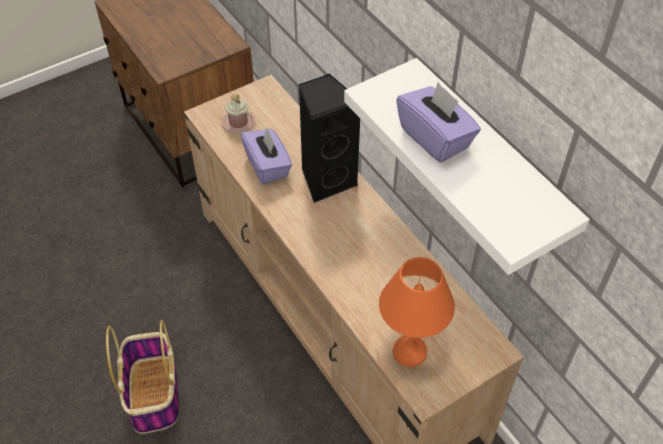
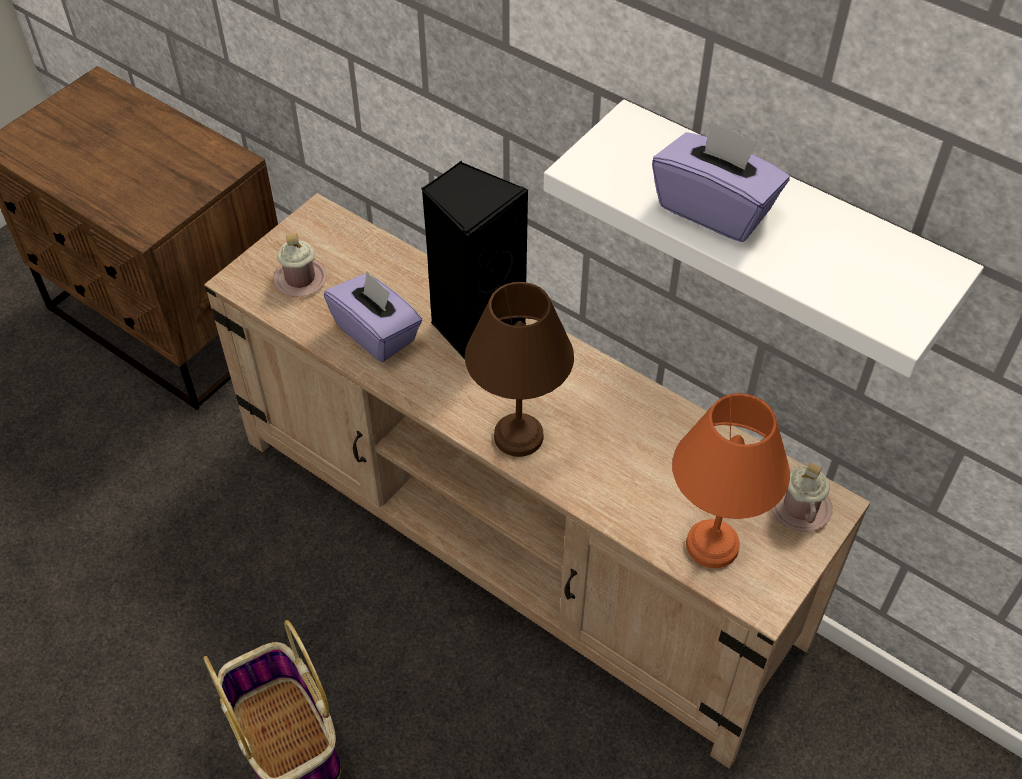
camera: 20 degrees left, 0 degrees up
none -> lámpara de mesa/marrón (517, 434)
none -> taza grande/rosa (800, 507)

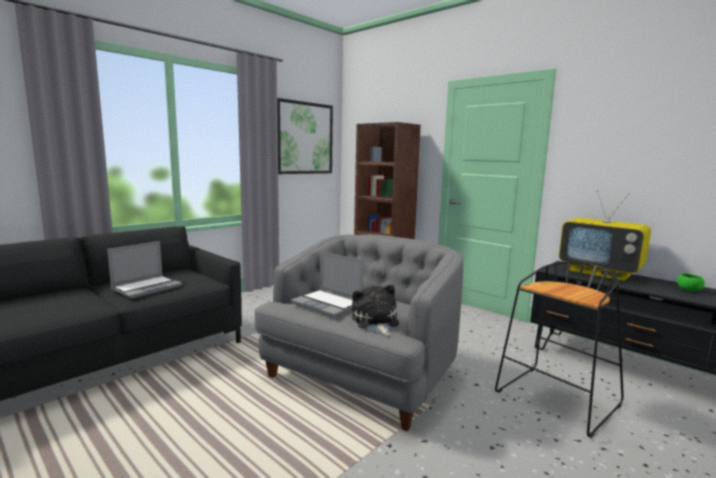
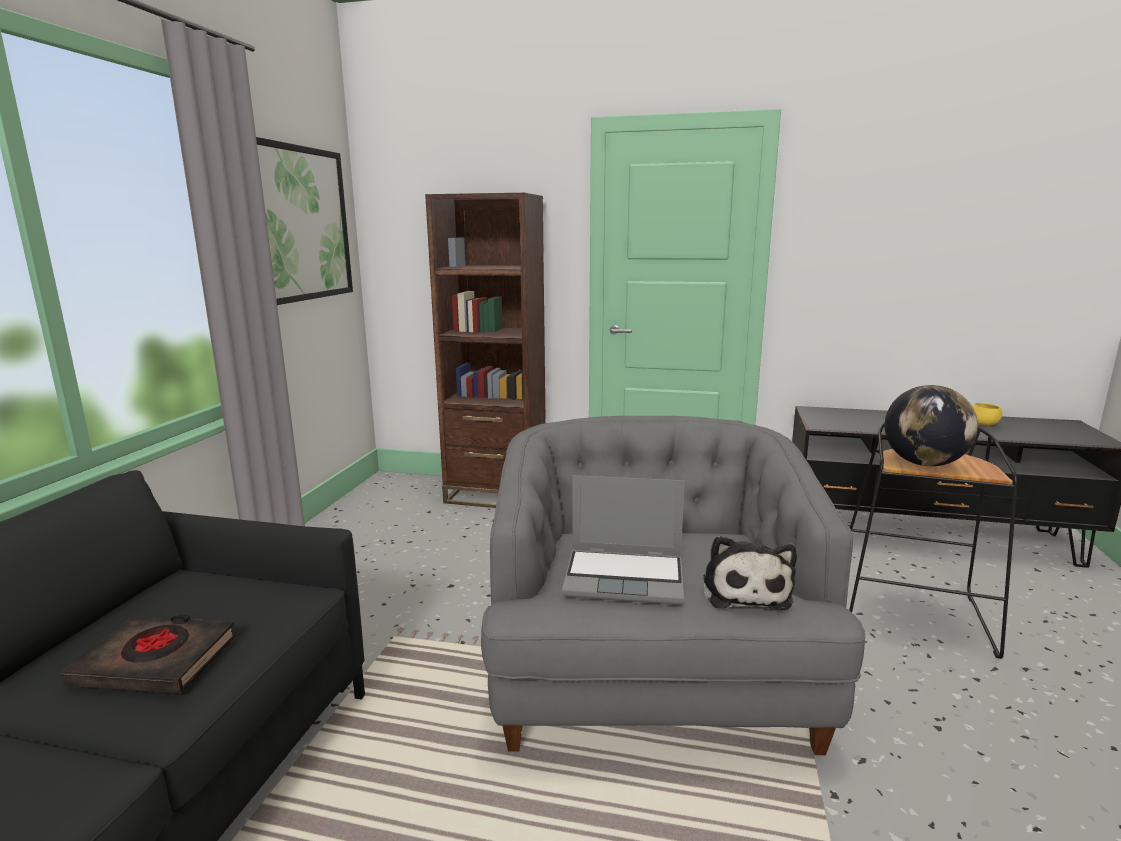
camera: 30 degrees left, 5 degrees up
televisor (600, 273) -> none
portátil (147, 287) -> libro/negro (156, 662)
cuenco/verde (689, 290) -> cuenco/amarillo (983, 424)
peluche (375, 322) -> peluche (745, 590), 135 degrees counterclockwise
none -> globo terráqueo (923, 463)

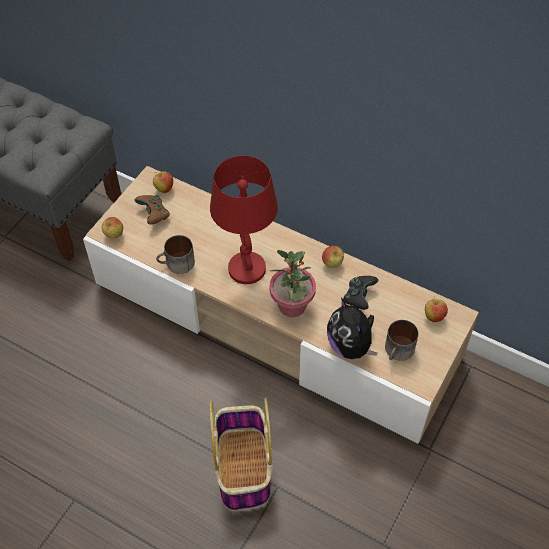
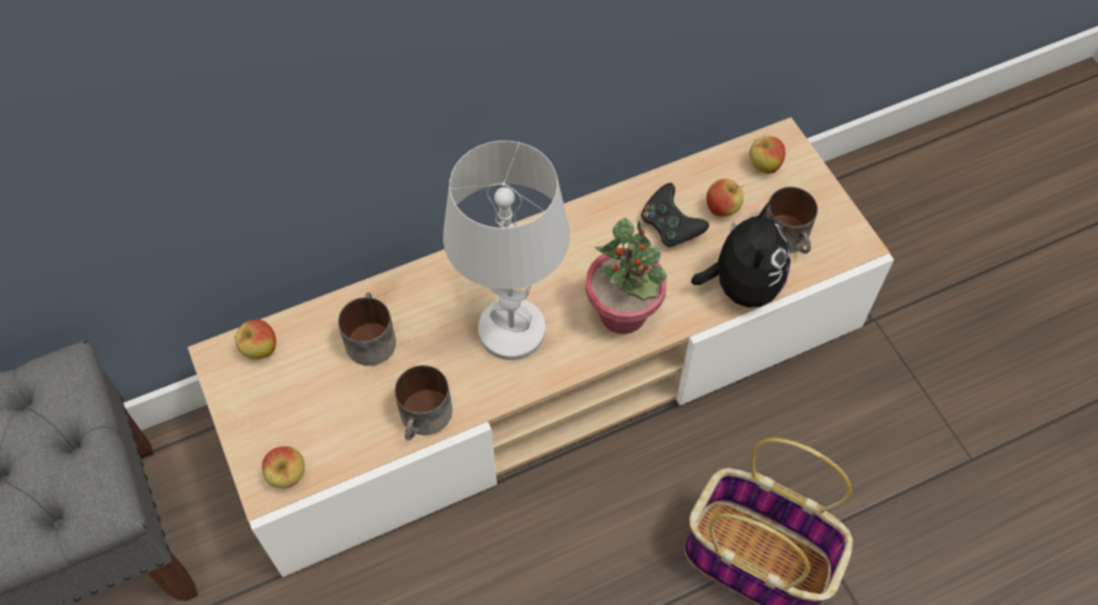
camera: 55 degrees left, 5 degrees up
lámpara de mesa/rojo (247, 269) -> lámpara de mesa/blanco (512, 330)
mando de consola/marrón (154, 215) -> none
manzana (332, 264) -> manzana (722, 209), shifted
peluche (350, 346) -> peluche (741, 286), 90 degrees counterclockwise
none -> taza grande (369, 337)

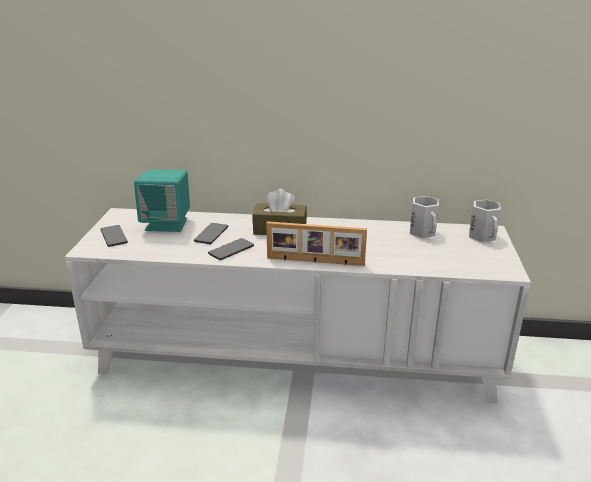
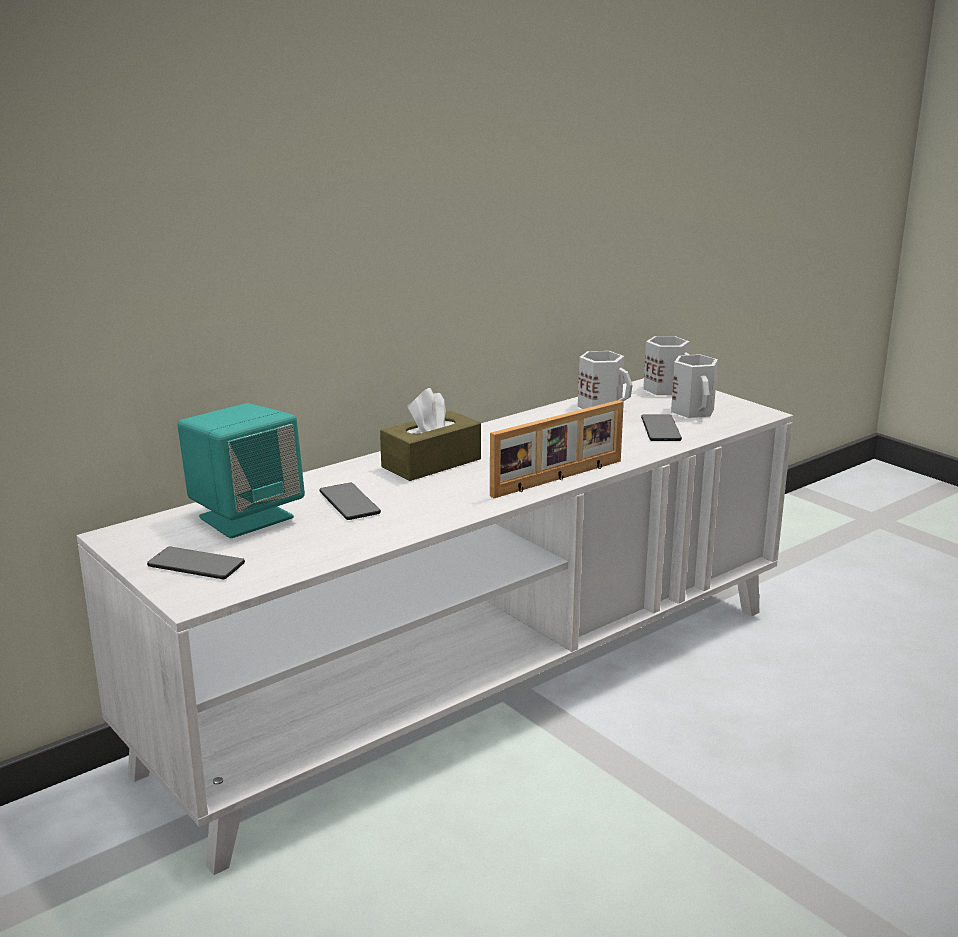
camera: 45 degrees left, 5 degrees down
móvil (231, 250) -> móvil (660, 429), shifted
none -> taza grande/blanco (694, 411)

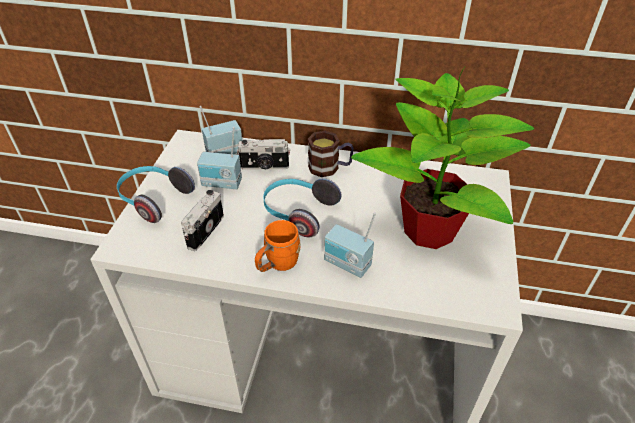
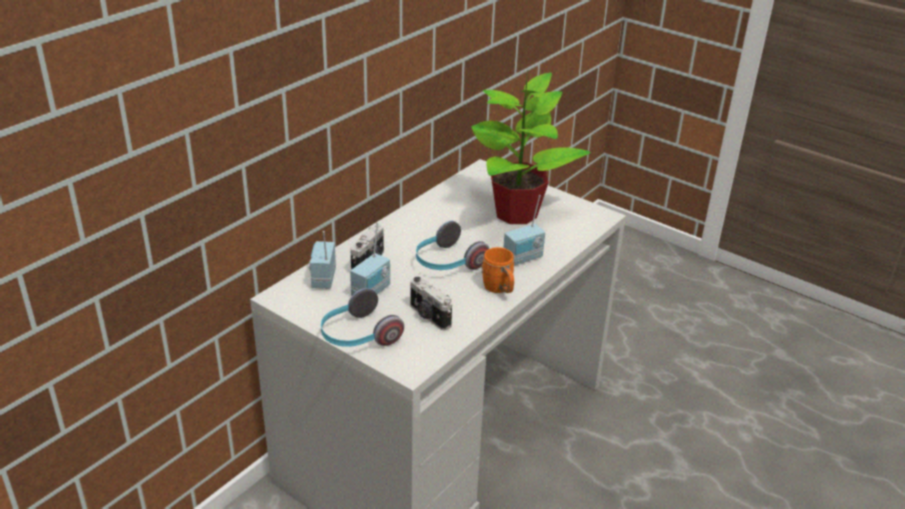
camera: 65 degrees left, 10 degrees down
taza grande (330, 167) -> none

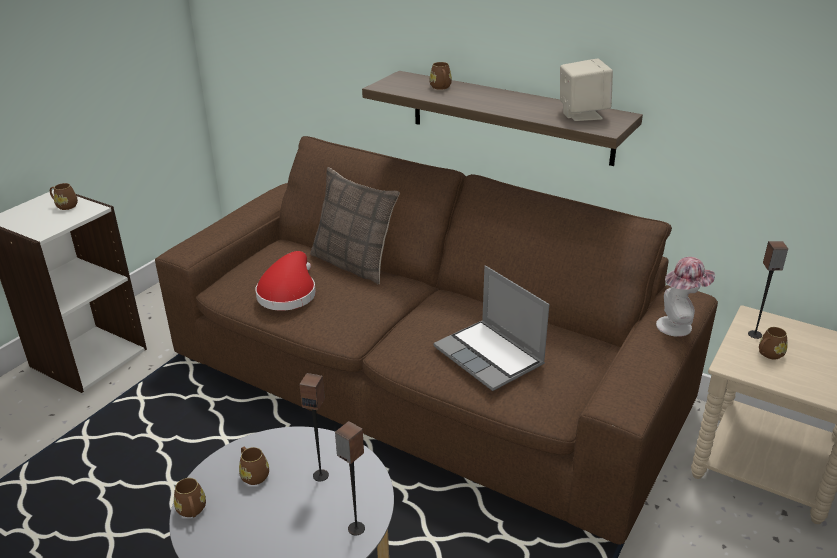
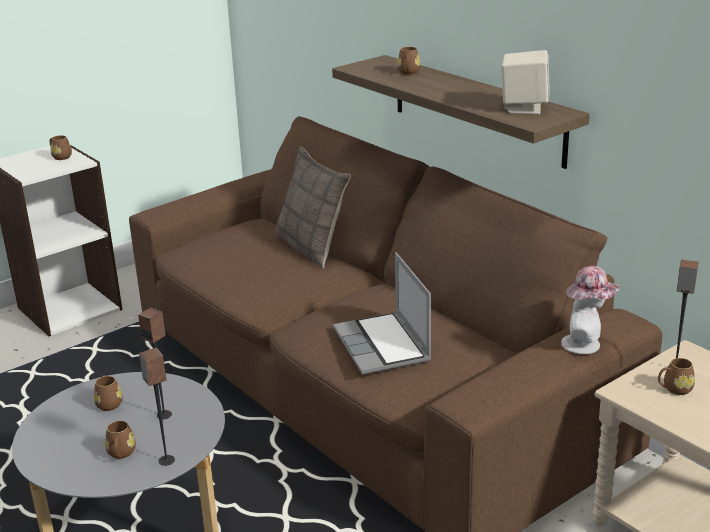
camera: 20 degrees right, 5 degrees down
sombrero/rojo (288, 293) -> none
taza grande/marrón (192, 511) -> taza grande/marrón (121, 454), shifted

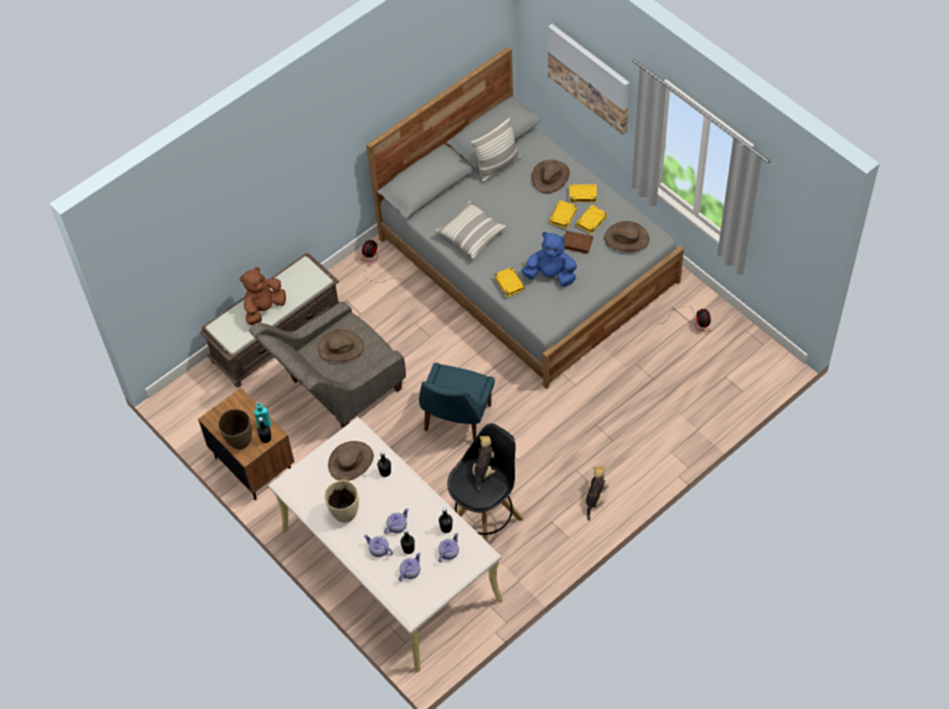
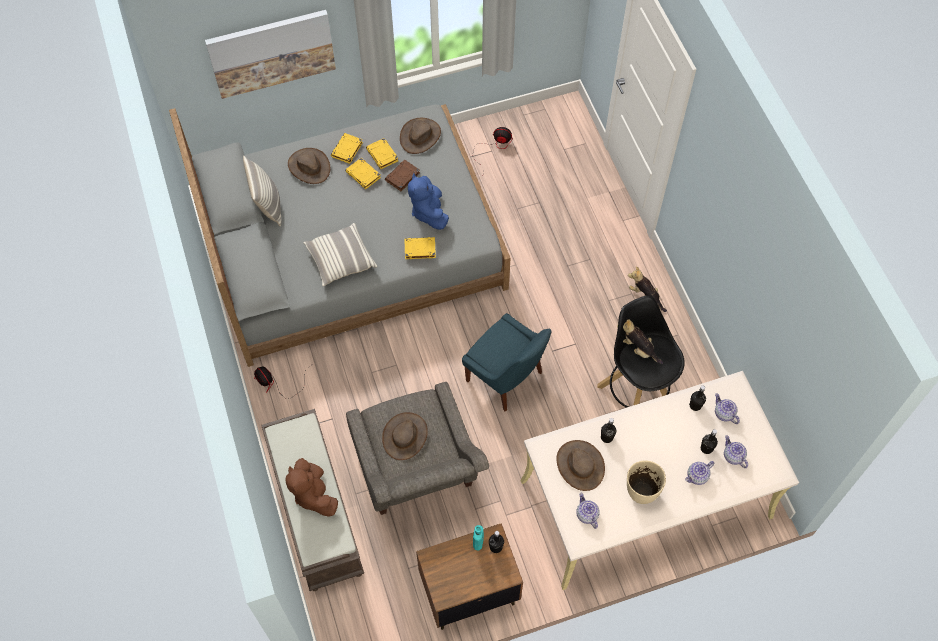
camera: 70 degrees left, 5 degrees up
peluche/azul (550, 275) -> peluche/azul (429, 212), 45 degrees counterclockwise
florero/marrón (239, 441) -> none
tetera (397, 526) -> tetera (586, 514), shifted

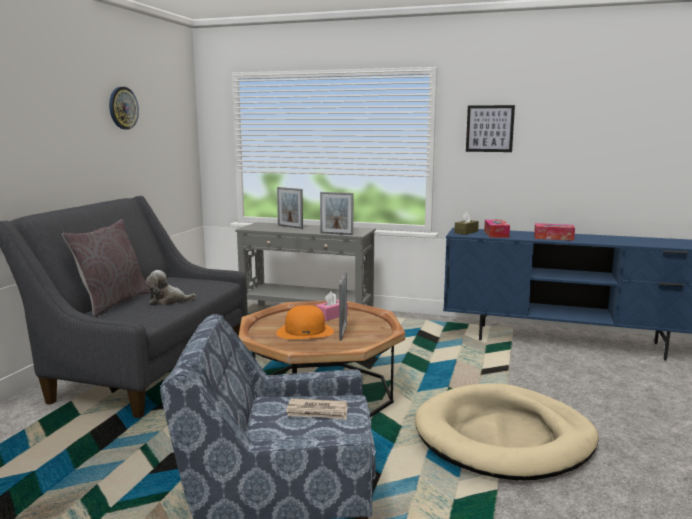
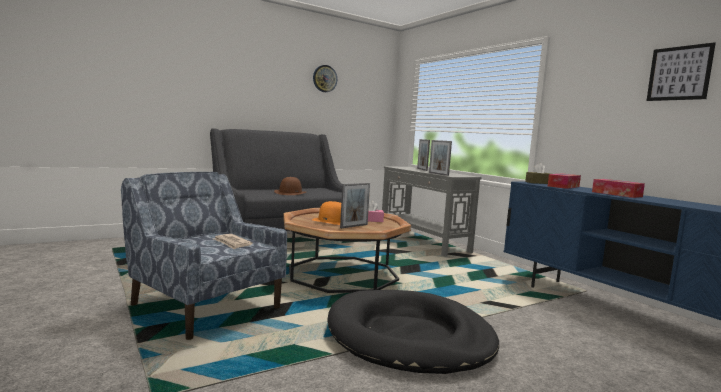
camera: 40 degrees right, 5 degrees down
cuadro (489, 128) -> cuadro (679, 73), shifted
cojín/gris (112, 303) -> none
peluche (168, 301) -> sombrero/marrón (290, 193)
cama para perro/beis (504, 437) -> cama para perro/negro (409, 336)

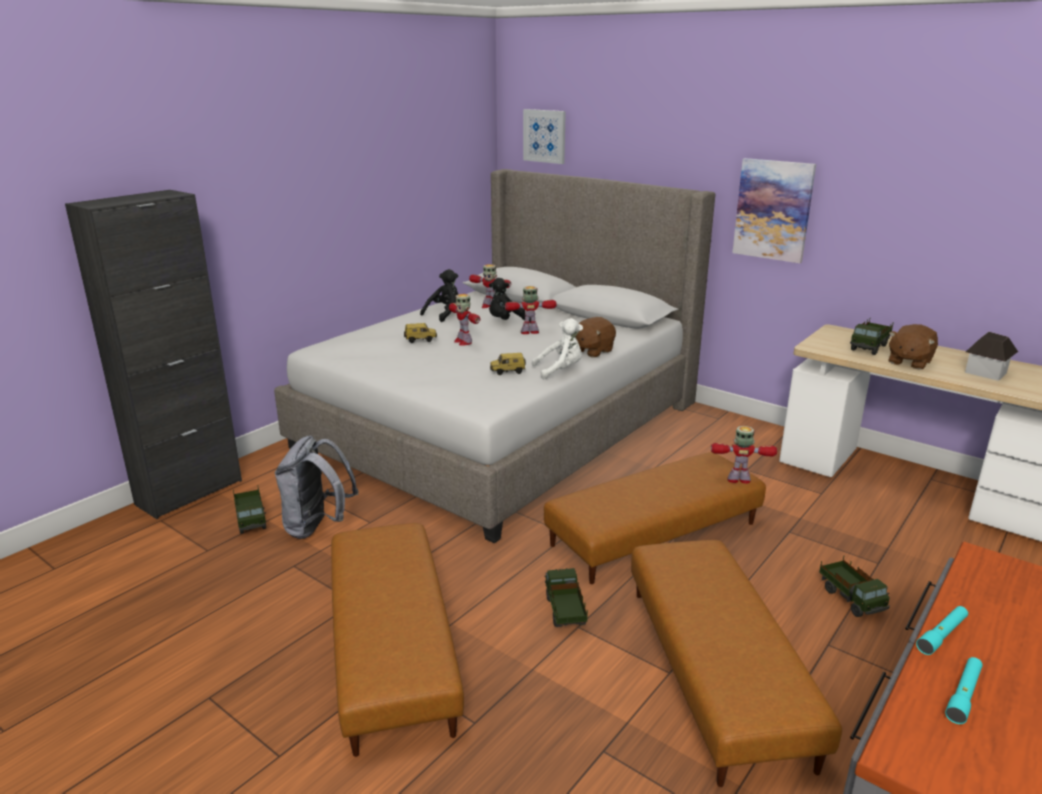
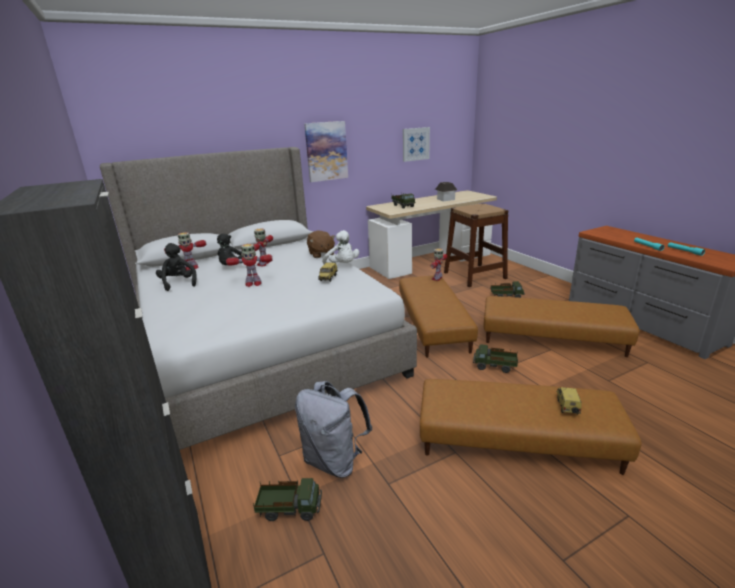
camera: 65 degrees left, 0 degrees up
cuadro (544, 136) -> cuadro (415, 144), shifted
peluche/blanco (560, 370) -> peluche/blanco (342, 265), 135 degrees clockwise
coche de juguete (420, 340) -> coche de juguete (566, 406), shifted
peluche/marrón (909, 362) -> none
none -> taburete/marrón (474, 275)

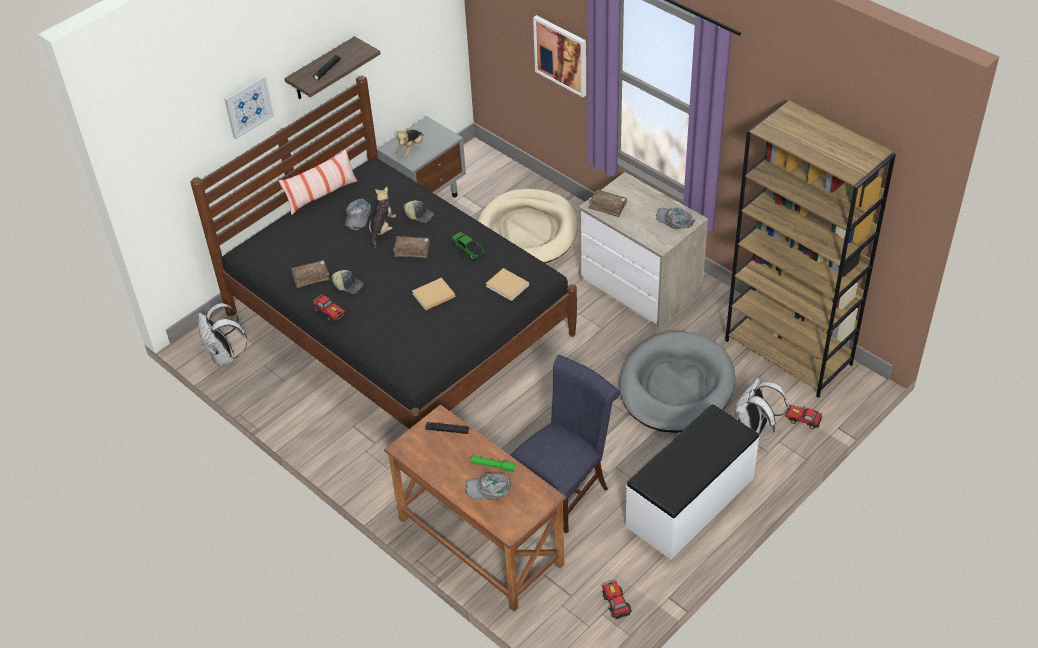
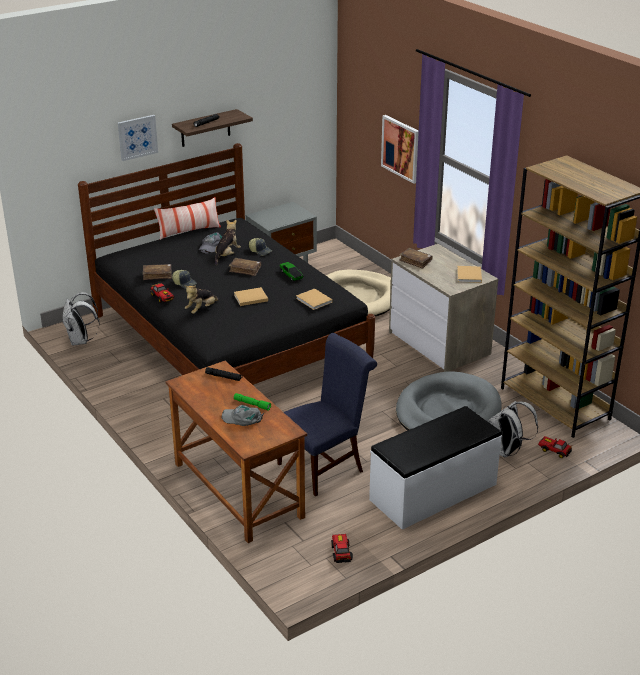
camera: 10 degrees right, 15 degrees down
peluche (410, 149) -> peluche (201, 309), shifted
gorra/gris (674, 220) -> libro/beis (469, 276)

